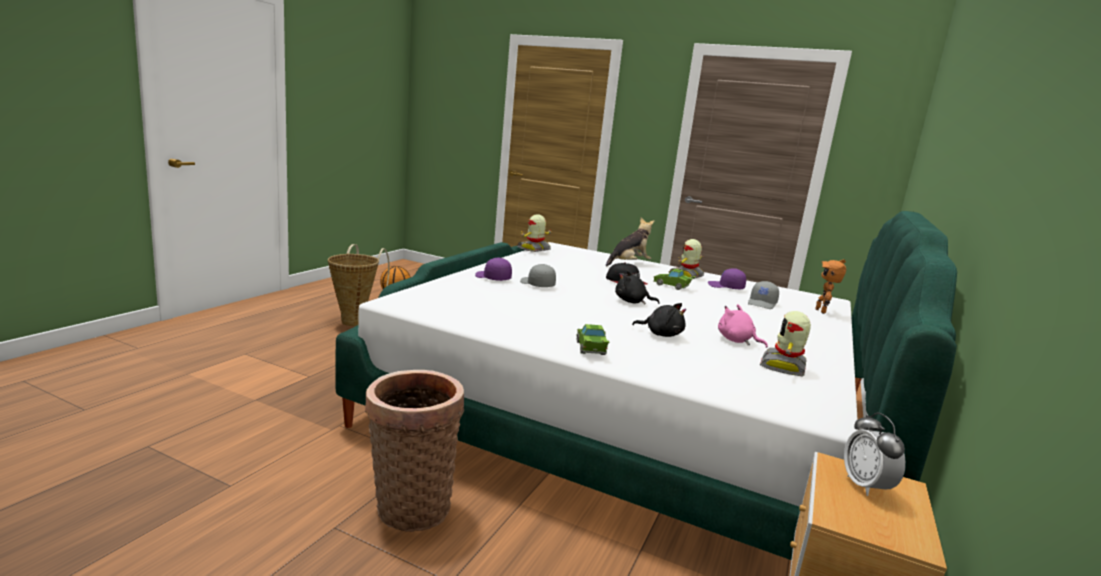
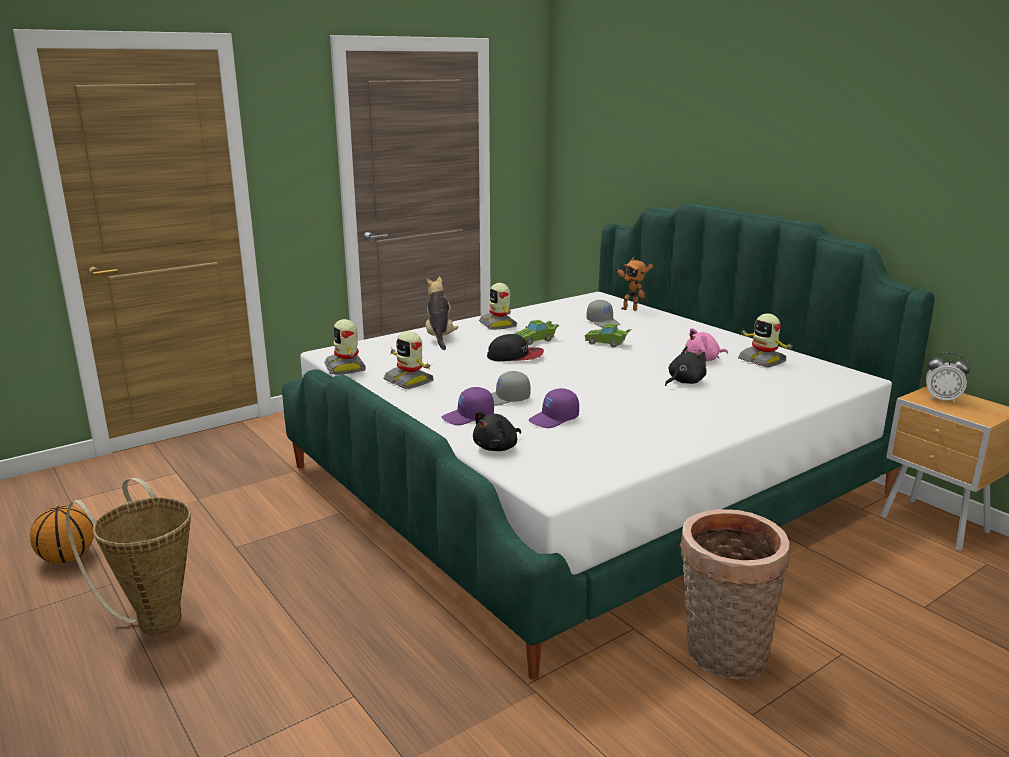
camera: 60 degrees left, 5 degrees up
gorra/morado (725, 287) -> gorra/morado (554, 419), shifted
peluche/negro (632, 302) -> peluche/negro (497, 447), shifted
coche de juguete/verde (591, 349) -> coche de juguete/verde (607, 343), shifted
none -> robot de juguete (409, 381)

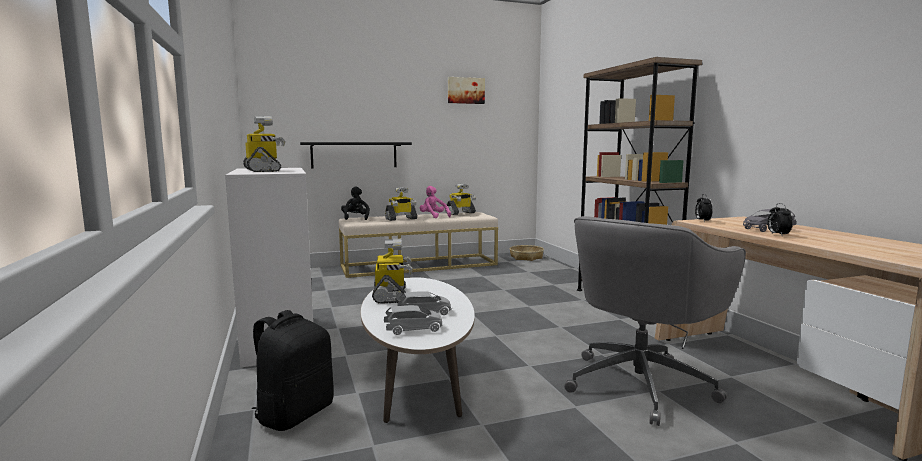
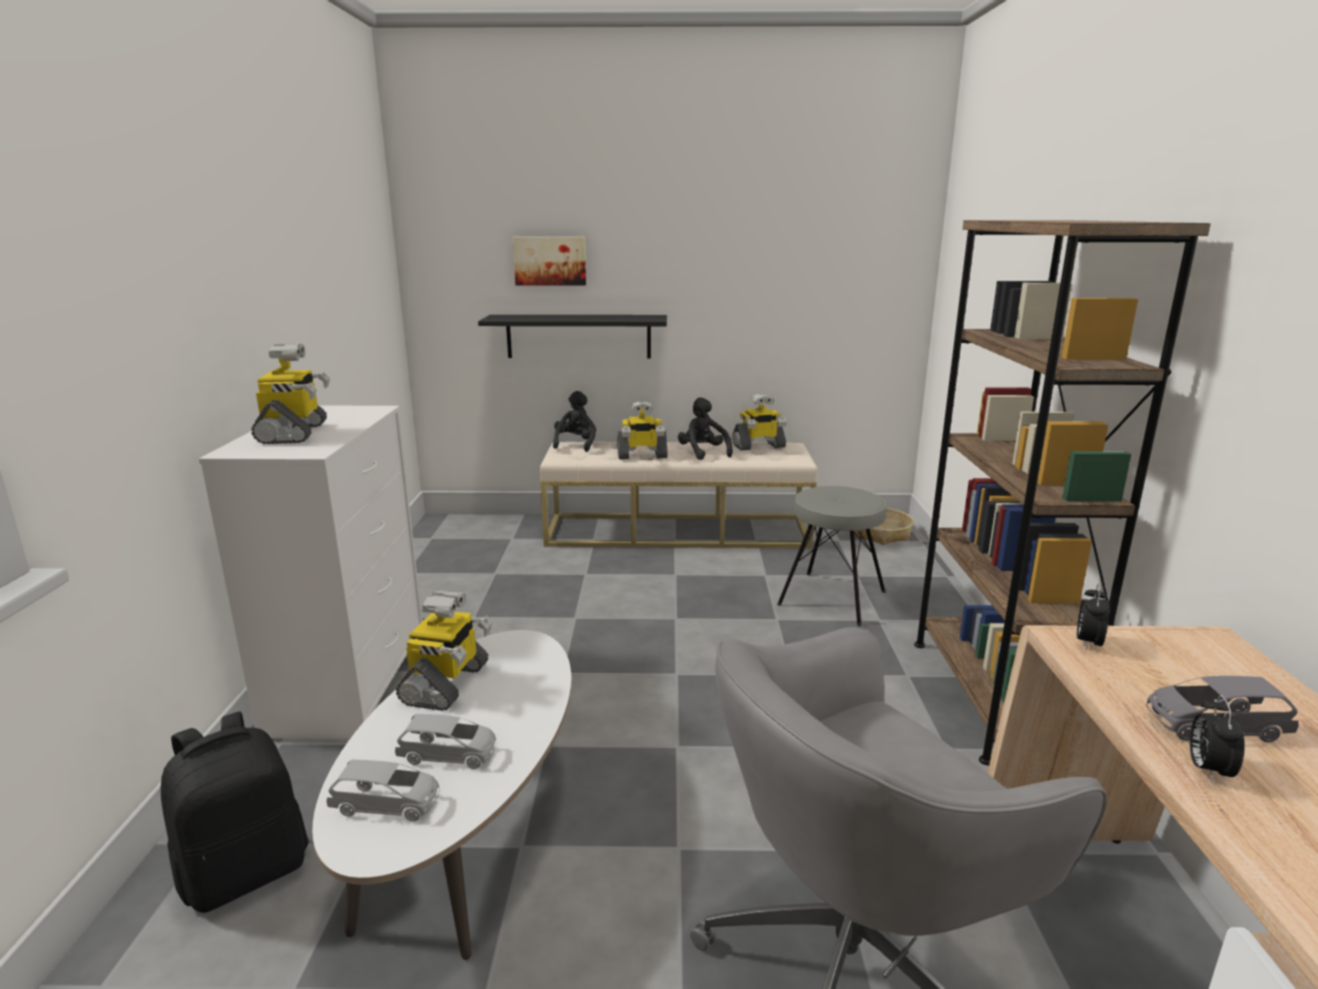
camera: 20 degrees right, 10 degrees up
cuadro (465, 90) -> cuadro (550, 261), shifted
peluche/rosa (433, 217) -> peluche/negro (703, 453)
none -> taburete/gris (833, 598)

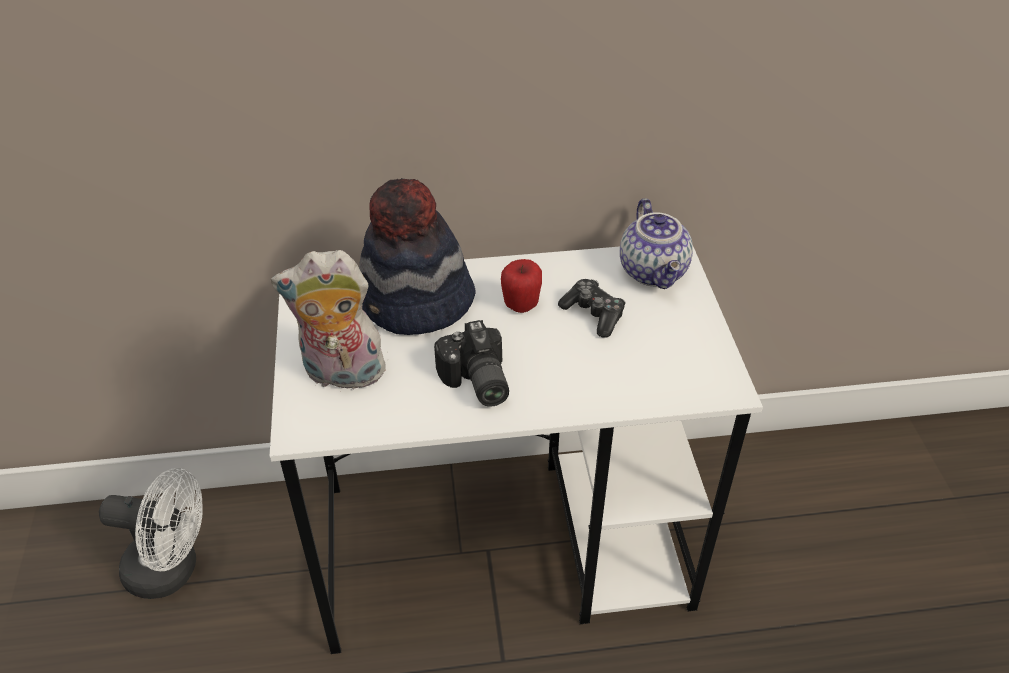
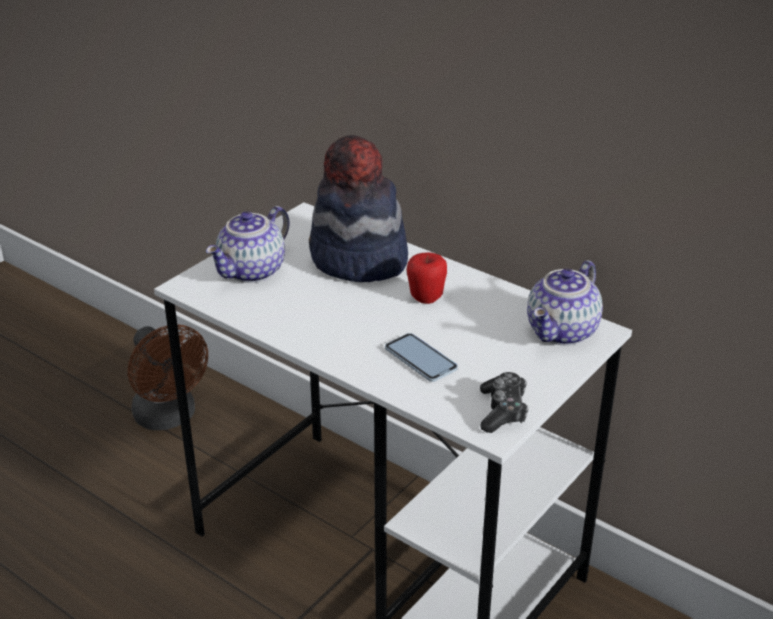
camera: 45 degrees right, 10 degrees down
peluche (341, 375) -> tetera (253, 272)
mando de consola (593, 314) -> mando de consola (503, 411), shifted
cámara (475, 382) -> none
ventilador/blanco (172, 569) -> ventilador/marrón (169, 417)
none -> móvil (420, 359)

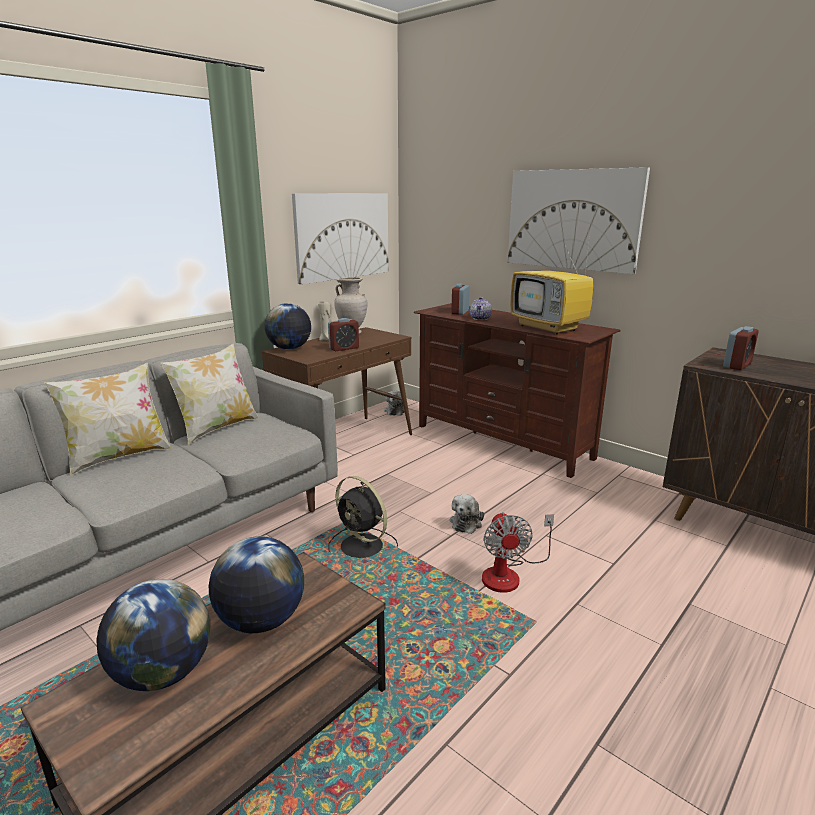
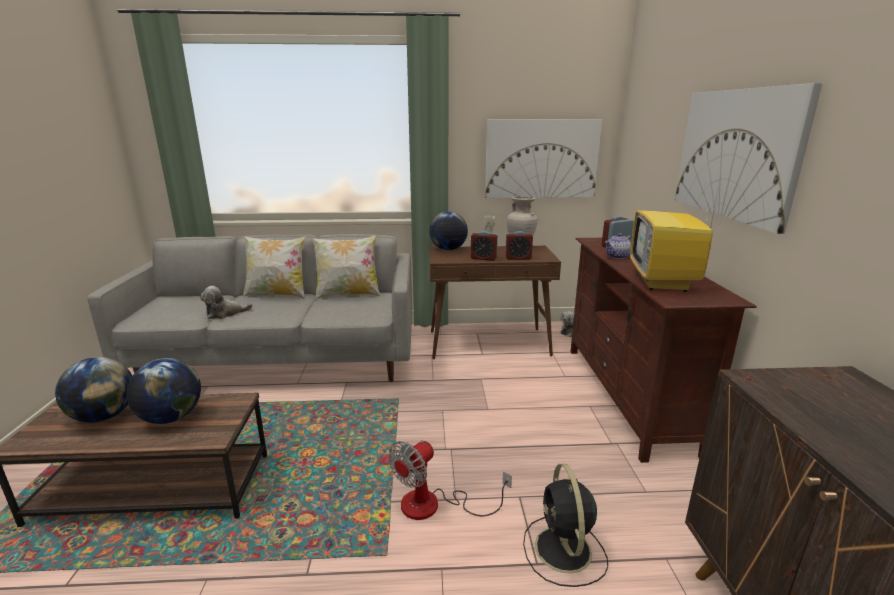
camera: 45 degrees right, 0 degrees up
despertador (737, 365) -> despertador (518, 258), shifted
ventilador/negro (363, 547) -> ventilador/negro (563, 551), shifted
peluche (467, 522) -> peluche (225, 313), shifted

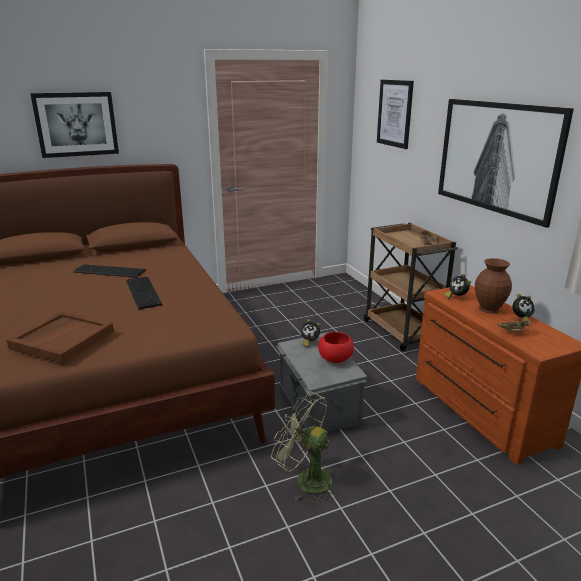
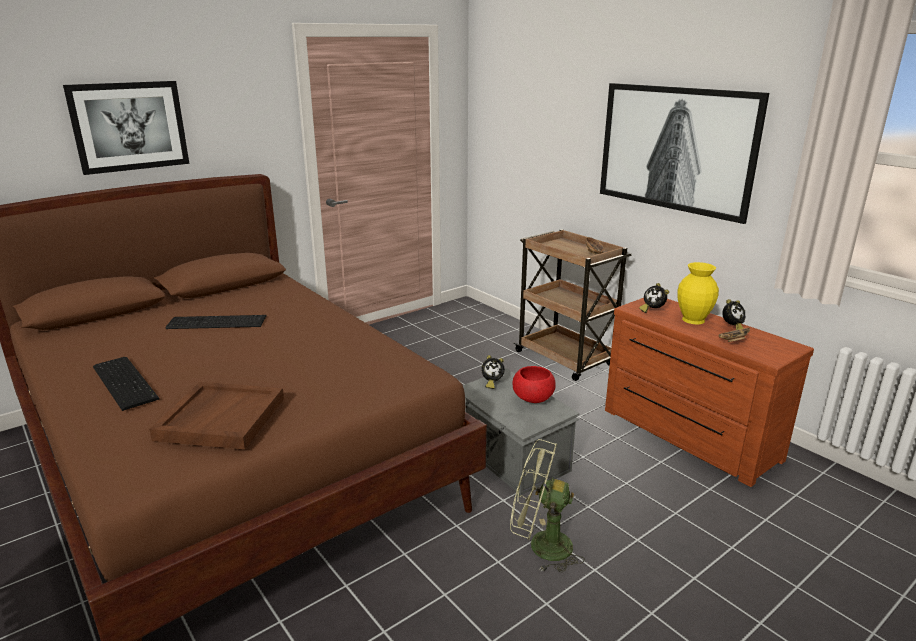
camera: 15 degrees left, 0 degrees up
cuadro (395, 113) -> none
florero/marrón (489, 309) -> florero/amarillo (694, 320)
teclado (144, 292) -> teclado (126, 381), shifted

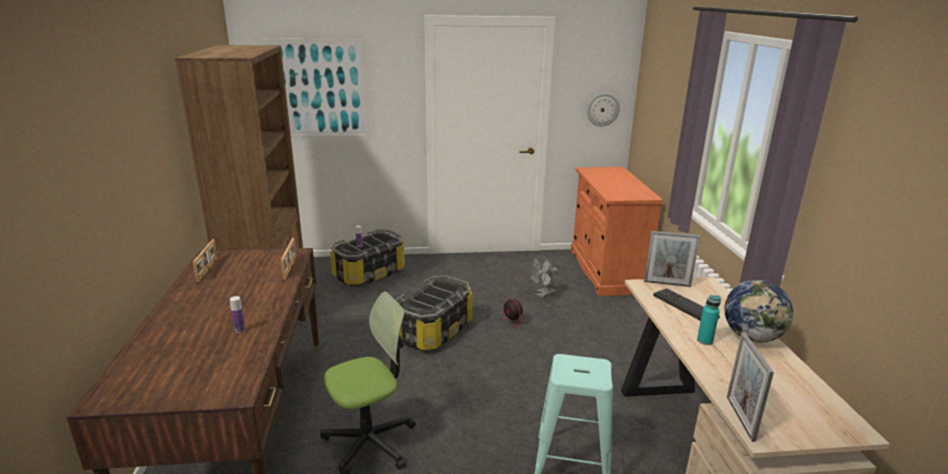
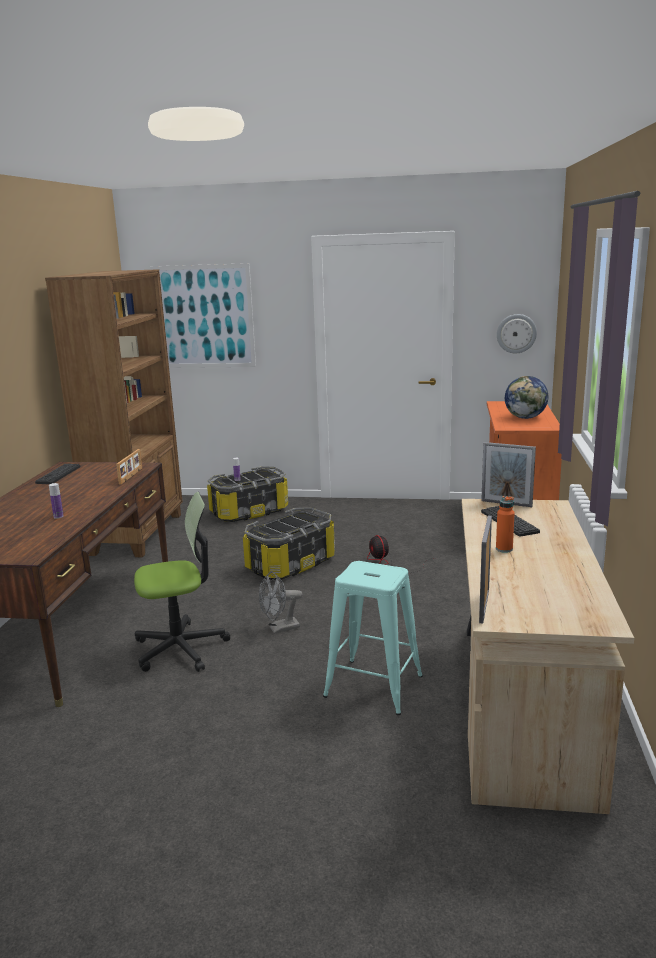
camera: 15 degrees right, 5 degrees down
portarretratos (208, 269) -> teclado (58, 474)
ventilador/gris (542, 294) -> ventilador/gris (279, 628), shifted
globo terráqueo (752, 337) -> globo terráqueo (525, 418), shifted
botella/turquesa (704, 341) -> botella/naranja (504, 549)

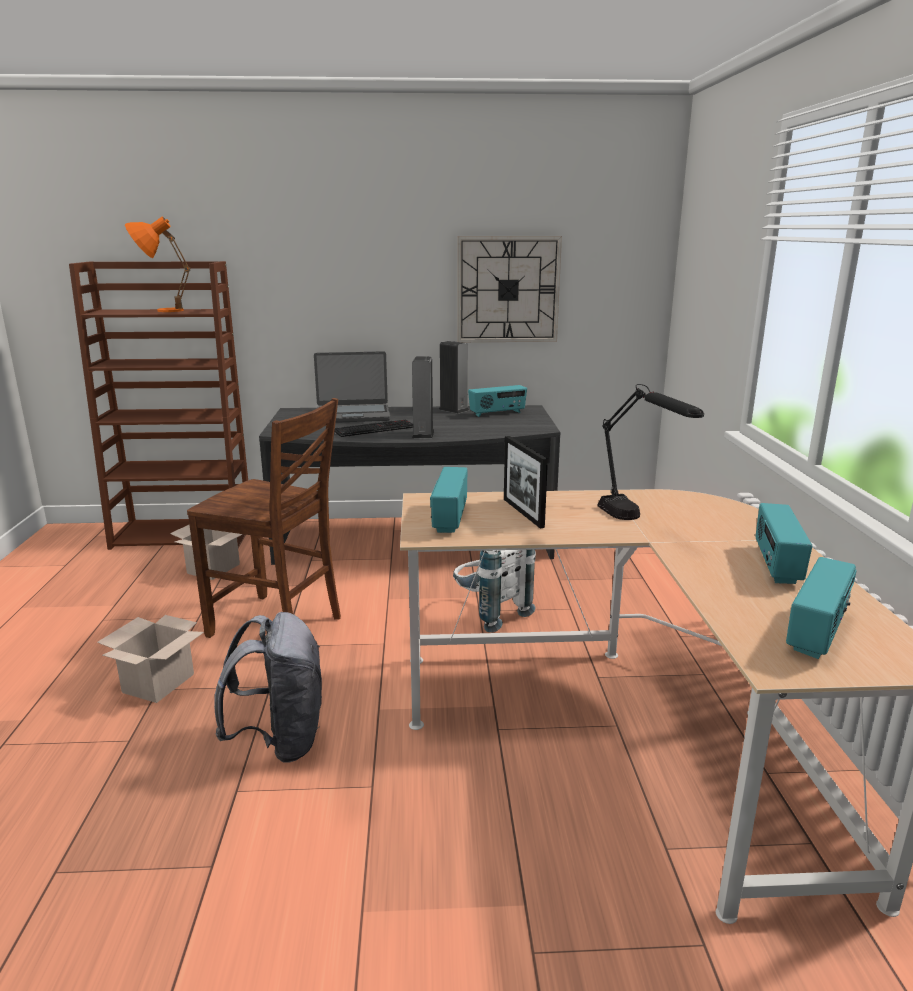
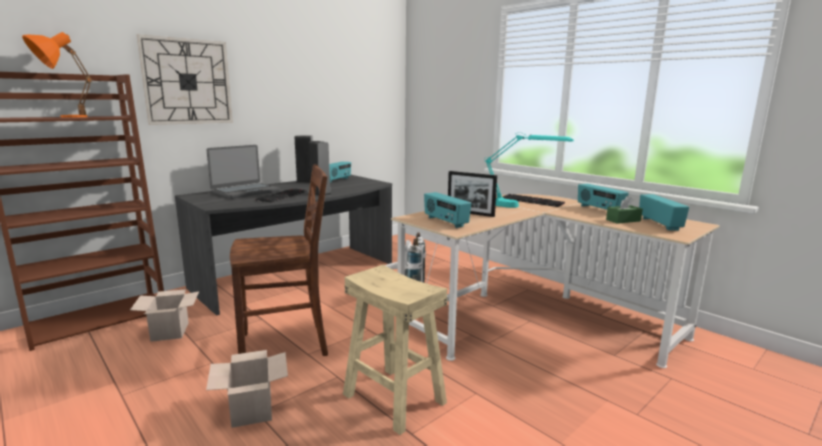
camera: 40 degrees left, 5 degrees down
reloj de pared (508, 290) -> reloj de pared (187, 82), shifted
lámpara de mesa/negro (636, 522) -> lámpara de mesa/turquesa (522, 207)
mochila/gris (280, 741) -> taburete/beis (393, 398)
none -> teclado (533, 201)
none -> caja de pañuelos/verde (623, 220)

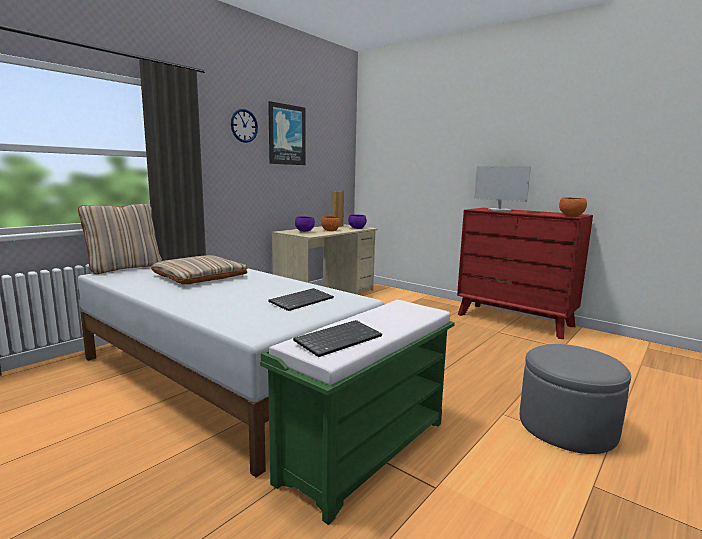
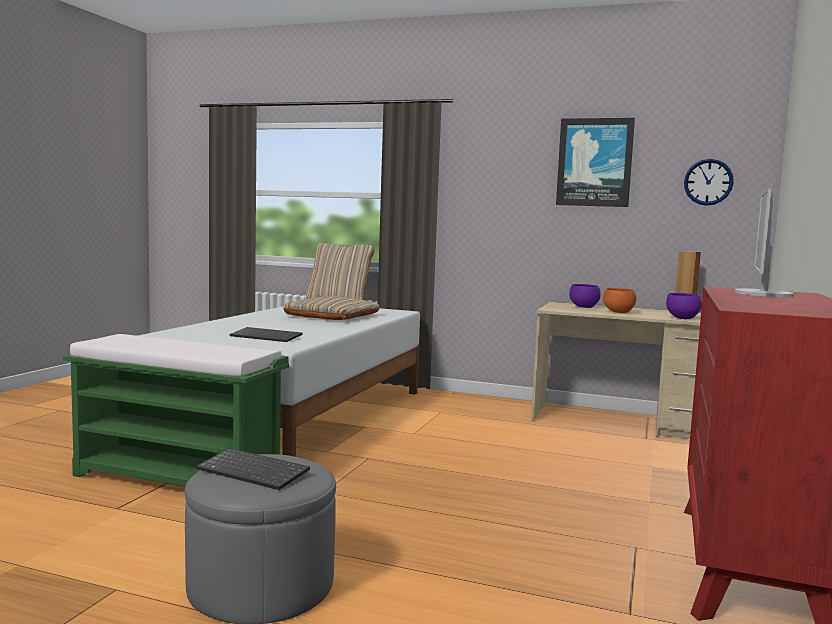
camera: 70 degrees right, 5 degrees down
reloj de pared (244, 125) -> reloj de pared (708, 182), shifted
cuenco/naranja (571, 216) -> none
teclado (338, 339) -> teclado (255, 471), shifted

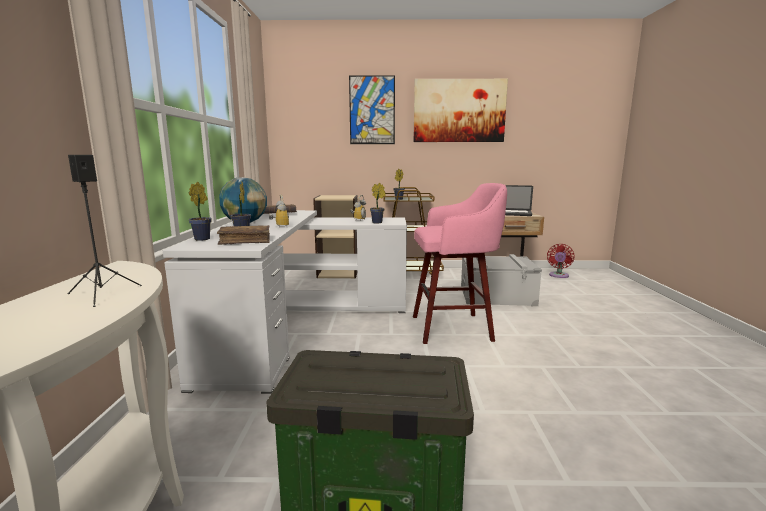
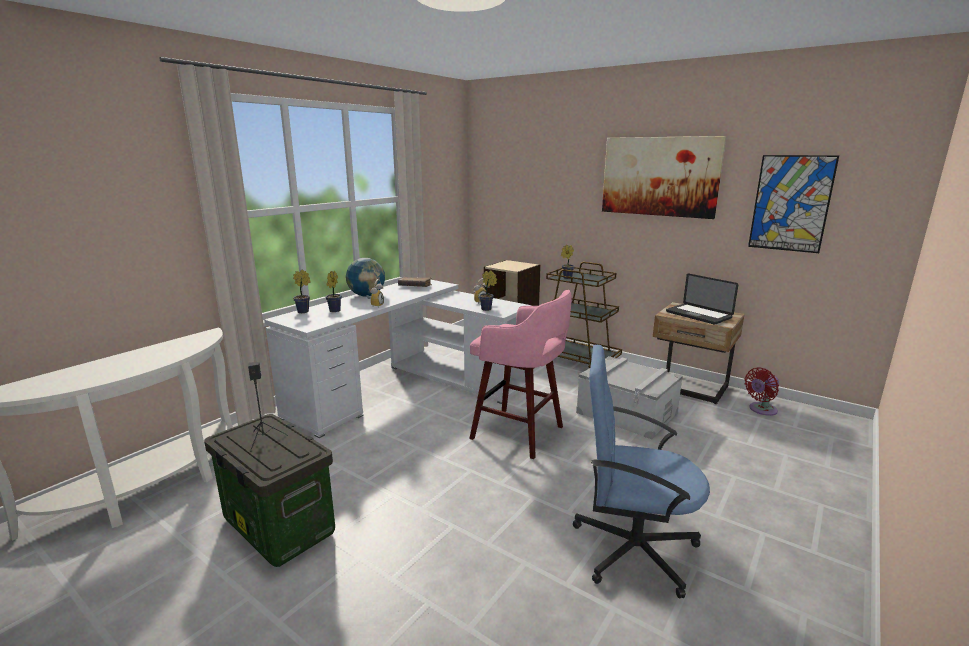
camera: 35 degrees right, 5 degrees up
cuadro (372, 110) -> cuadro (791, 203), shifted
altavoz/negro (102, 295) -> altavoz/negro (264, 439), shifted
libro/marrón (245, 241) -> none
none -> silla de oficina/azul (632, 548)

